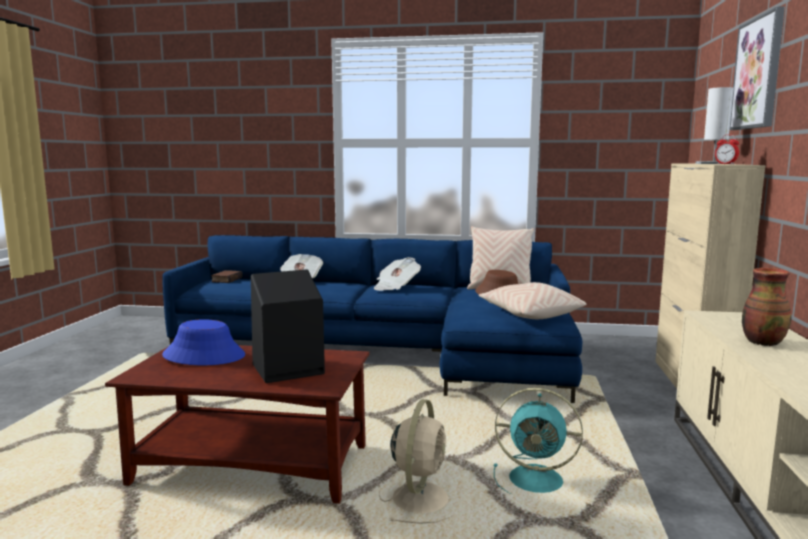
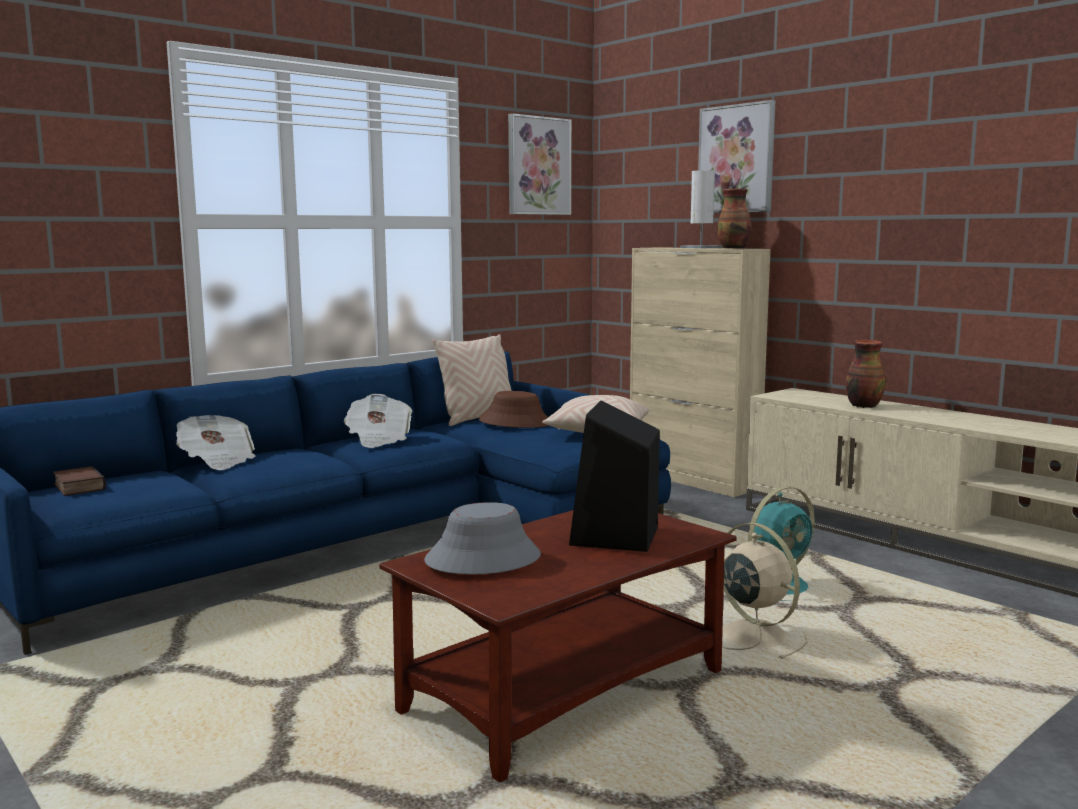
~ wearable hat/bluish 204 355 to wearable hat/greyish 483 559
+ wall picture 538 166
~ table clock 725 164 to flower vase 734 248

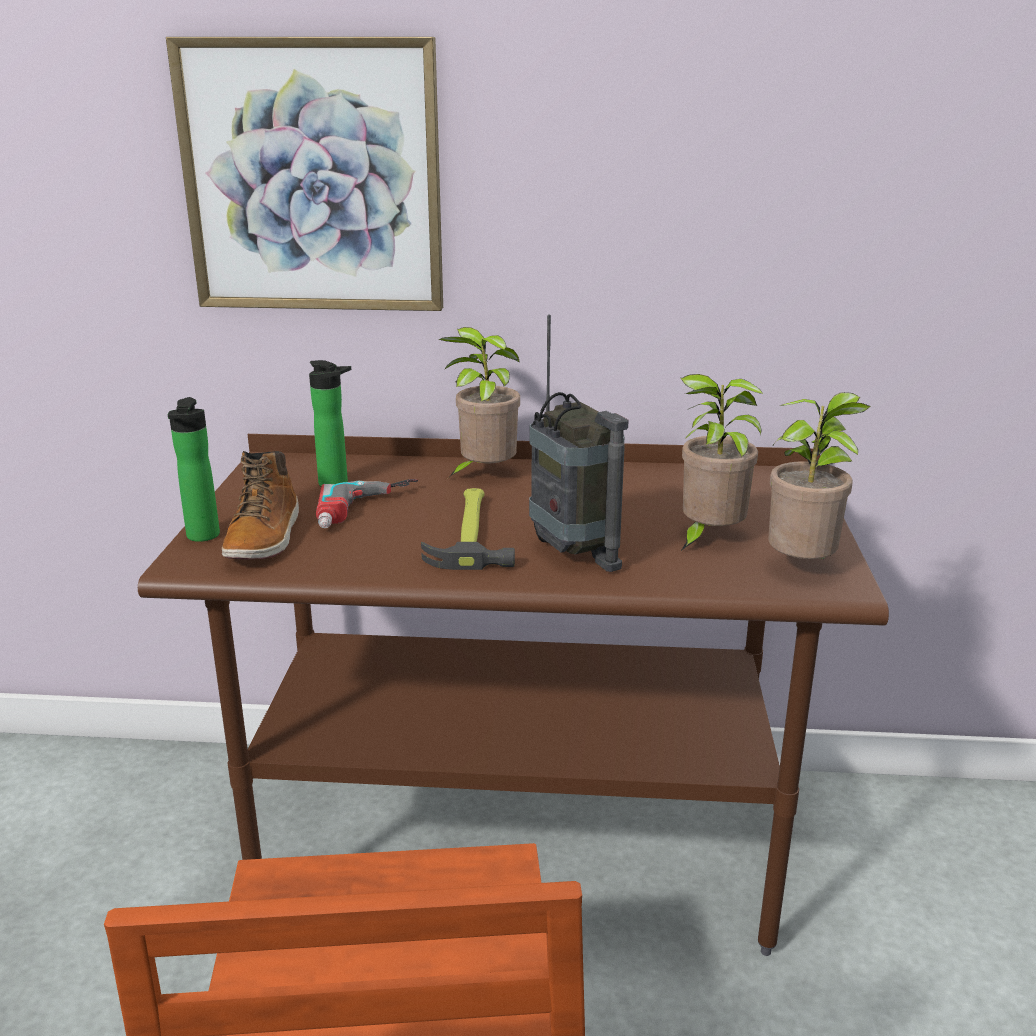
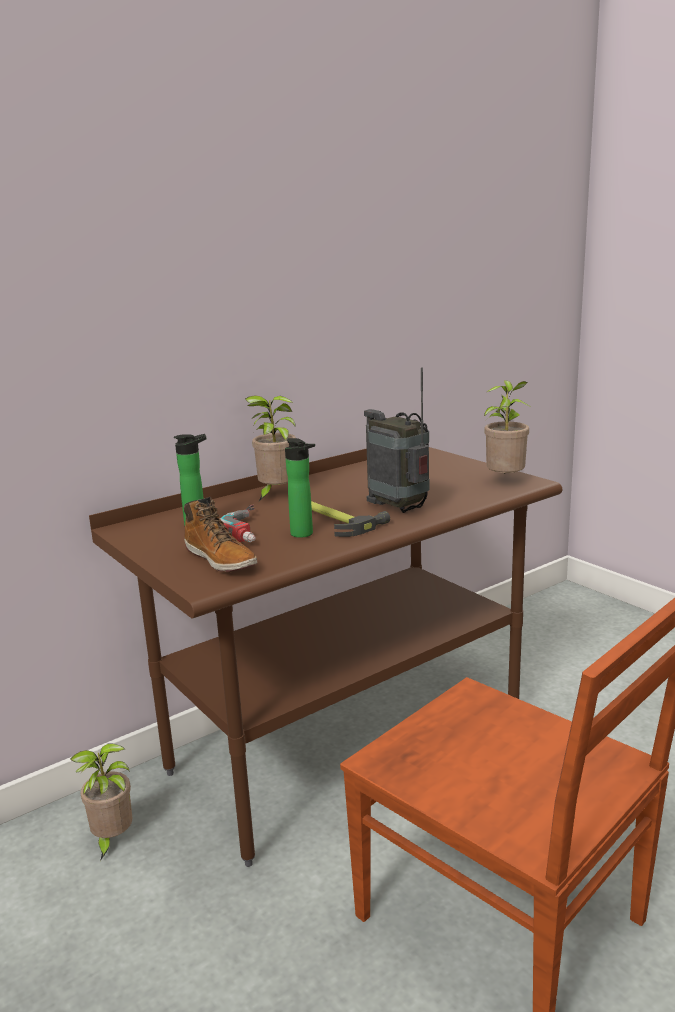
~ houseplant 708 539 to 111 840
~ beverage bottle 202 537 to 304 534
~ radio receiver 573 551 = 399 508 150 degrees counterclockwise
- wall picture 313 178

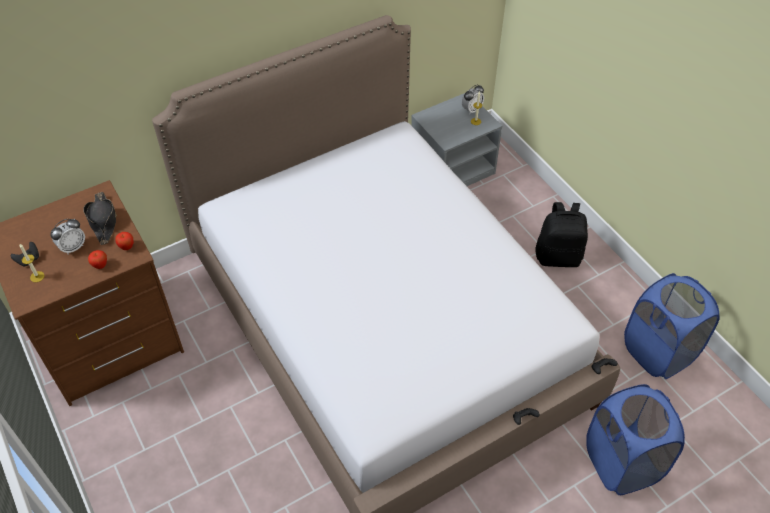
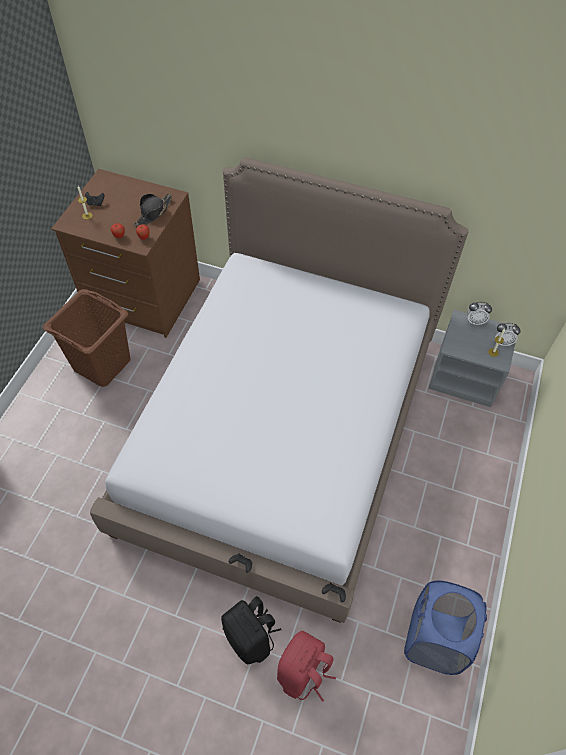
+ laundry basket/brown-coloured 101 364
~ rucksack/blackish 558 256 to 251 637
~ laundry basket/bluish 622 463 to rucksack/reddish 303 672
~ table clock 73 247 to 475 321

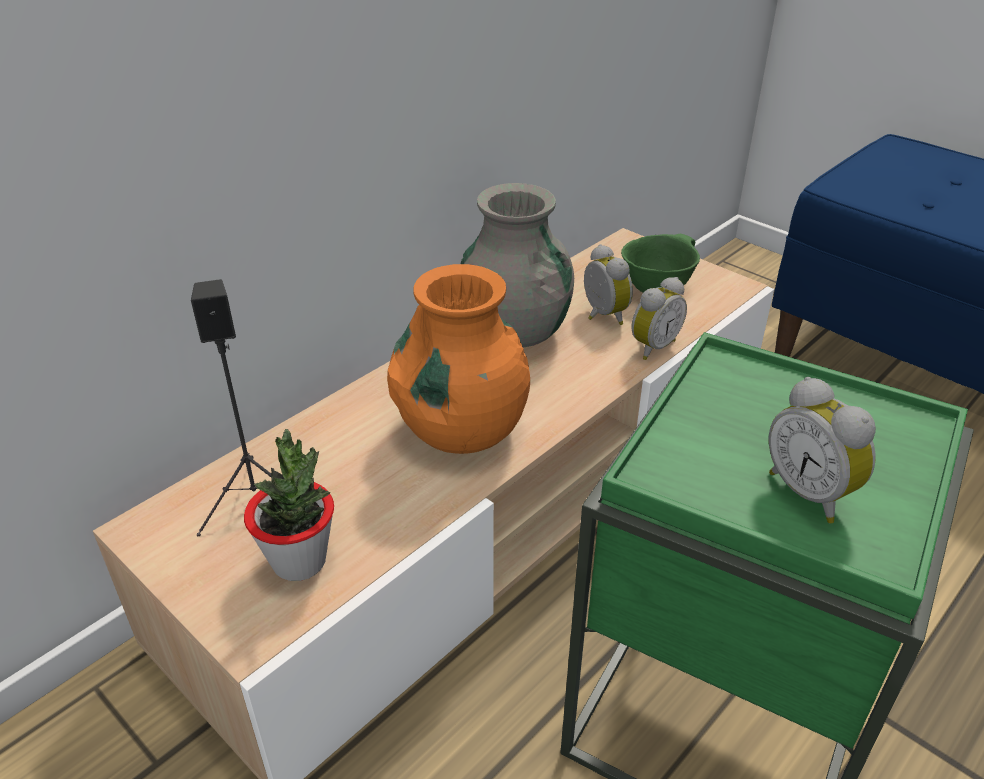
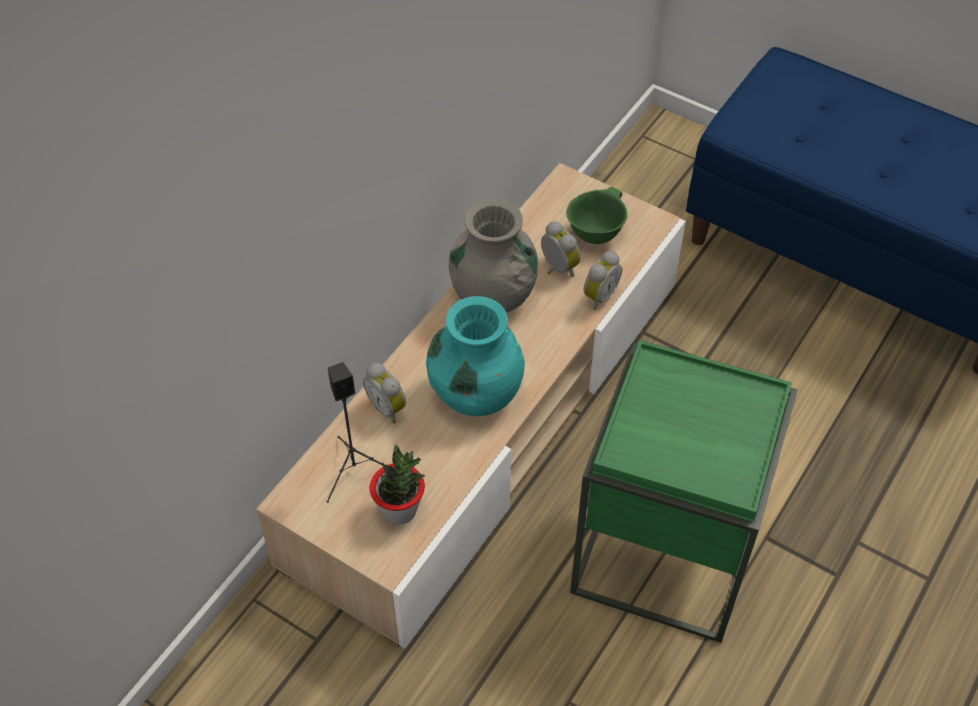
~ table clock 811 492 to 388 407
~ flower vase/orangey 462 429 to flower vase/blue-green 477 392

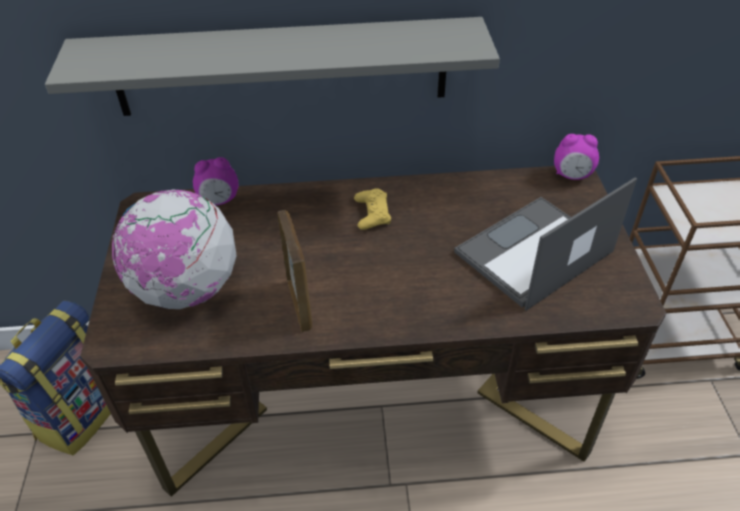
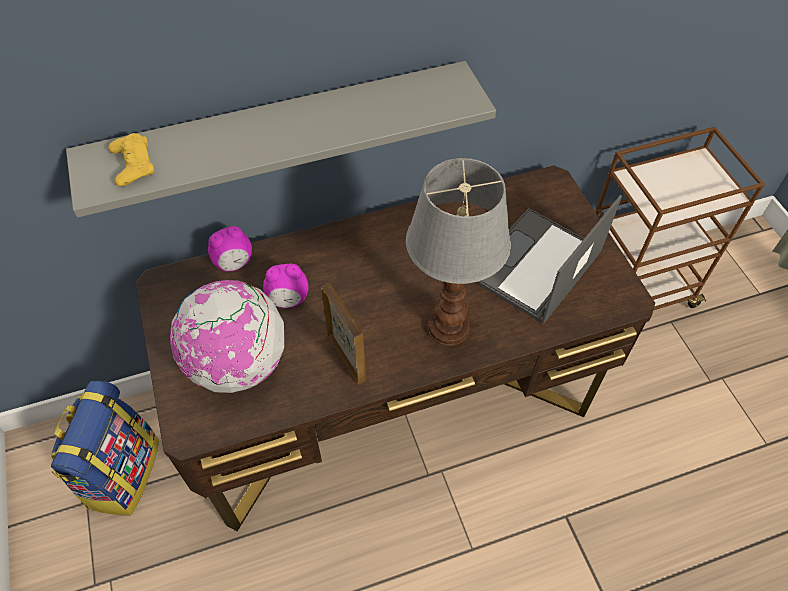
~ gamepad/yellow 372 213 to 133 164
~ table clock 572 176 to 288 299
+ table lamp 447 329

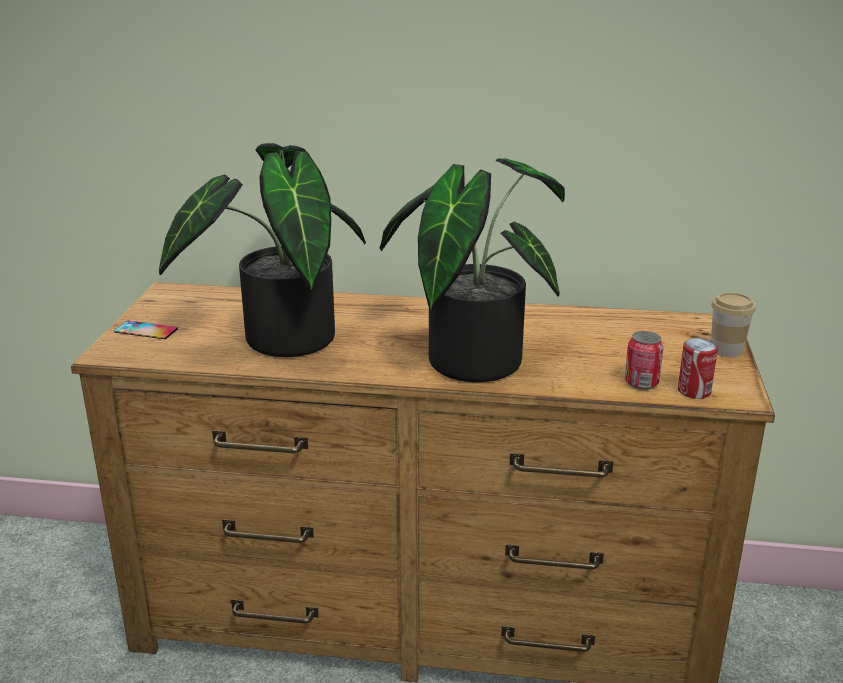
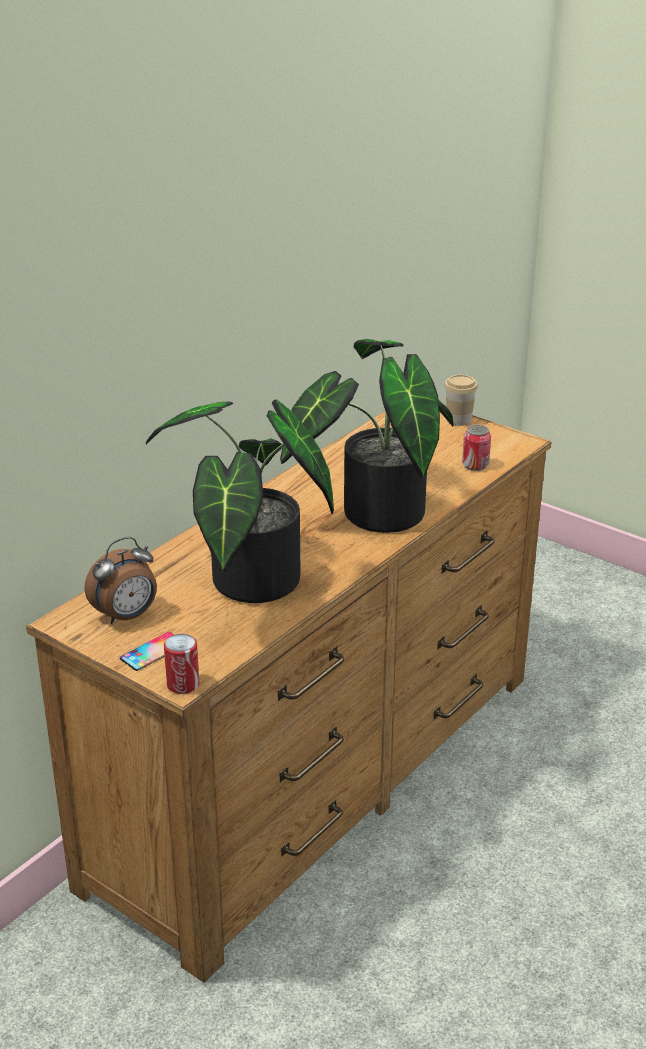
+ table clock 126 616
~ sealed can 694 391 to 183 684

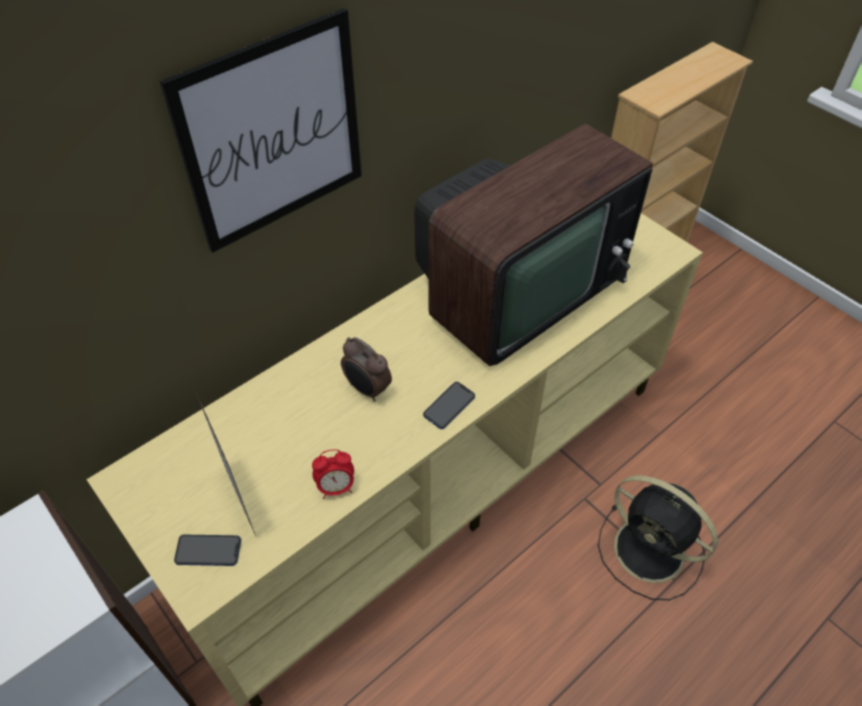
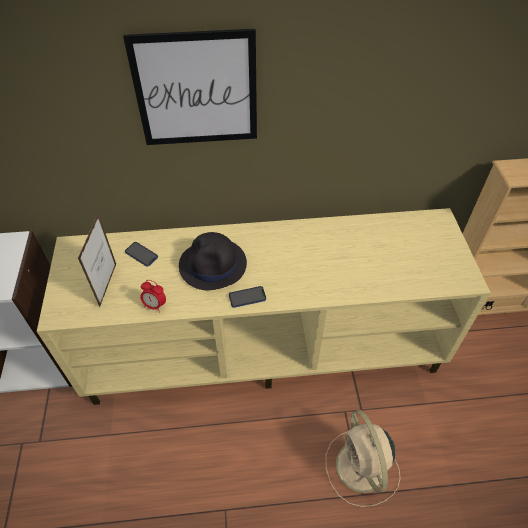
~ telephone 208 551 to 141 254
~ table clock 367 390 to wearable hat/blackish 213 265
~ electric fan/blackish 652 552 to electric fan/sand-coloured 361 469
- TV set 518 291

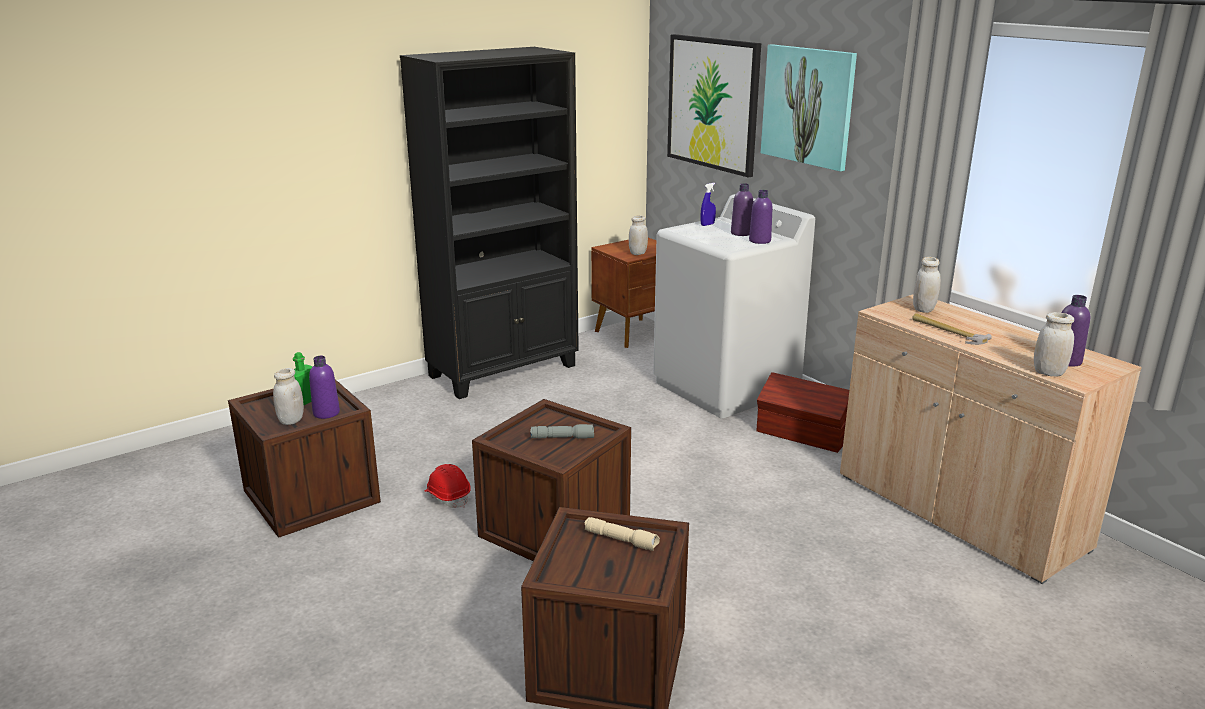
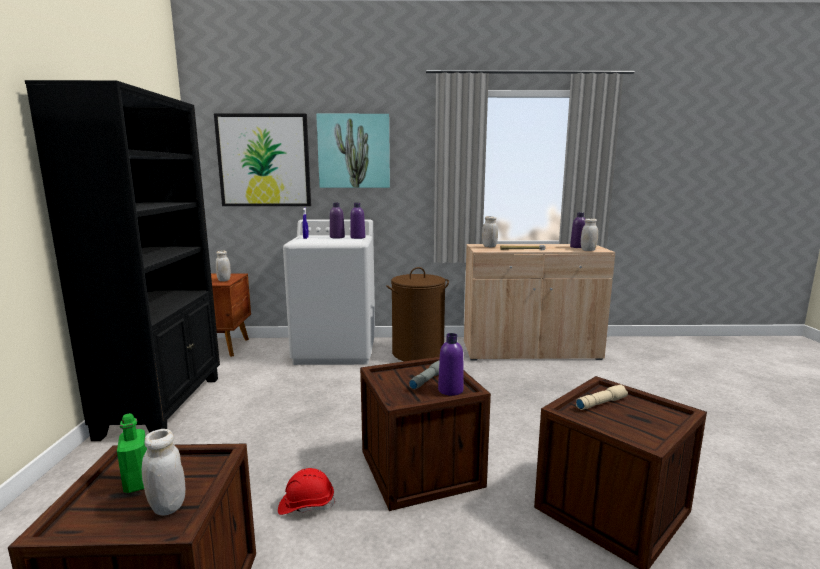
~ storage box/brown-coloured 803 434 to laundry basket/brown-coloured 418 353
~ beverage bottle/purple 326 413 to 450 390

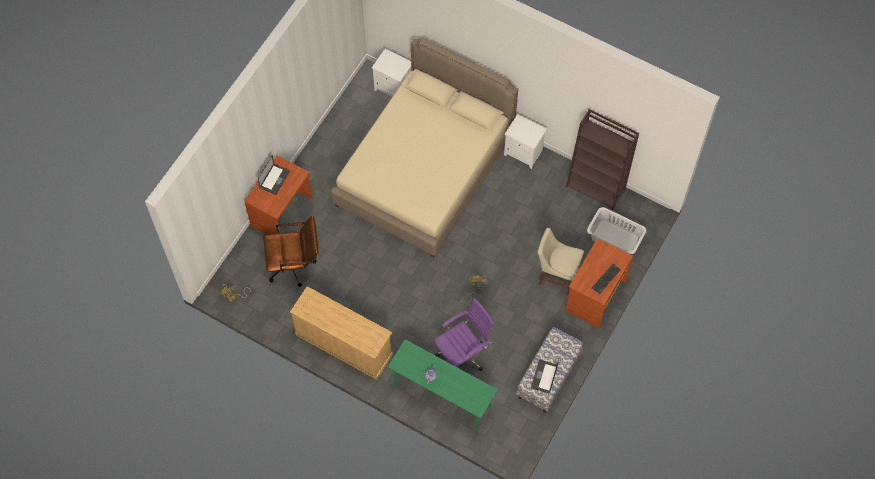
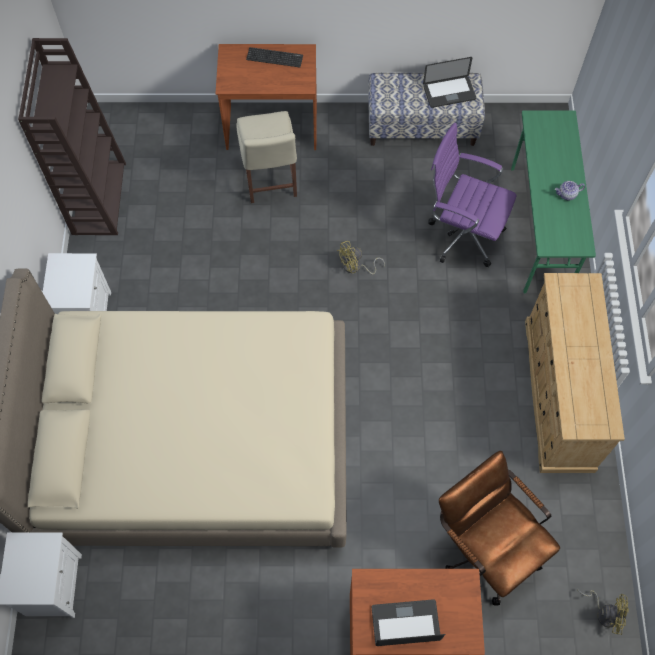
- laundry basket/greyish 614 238

